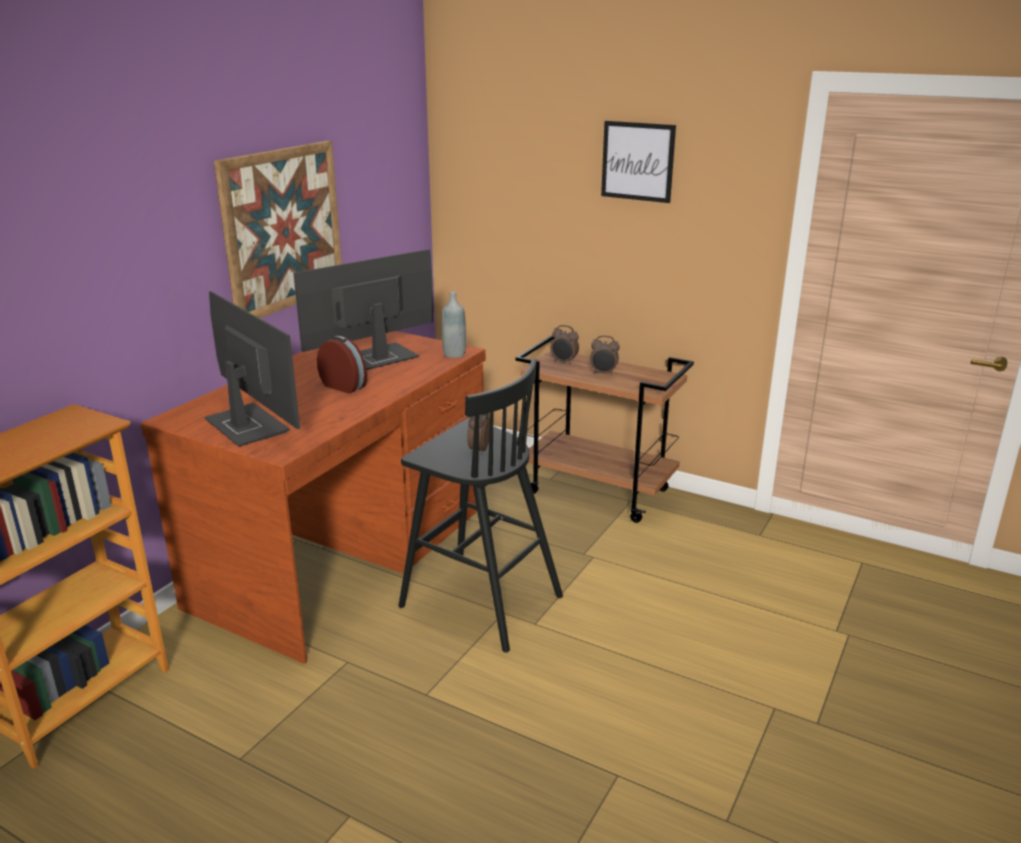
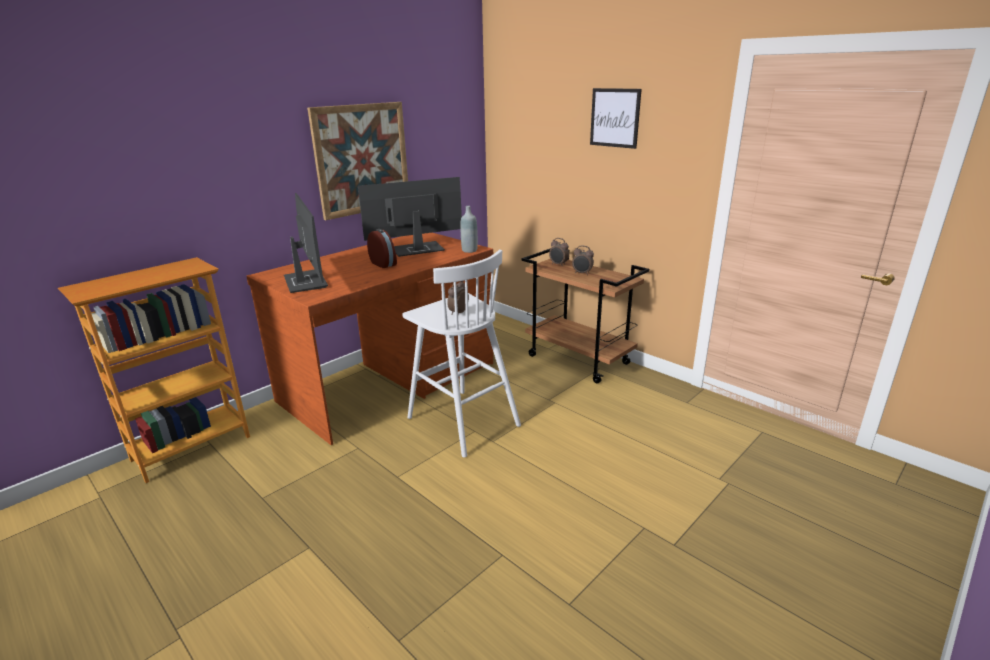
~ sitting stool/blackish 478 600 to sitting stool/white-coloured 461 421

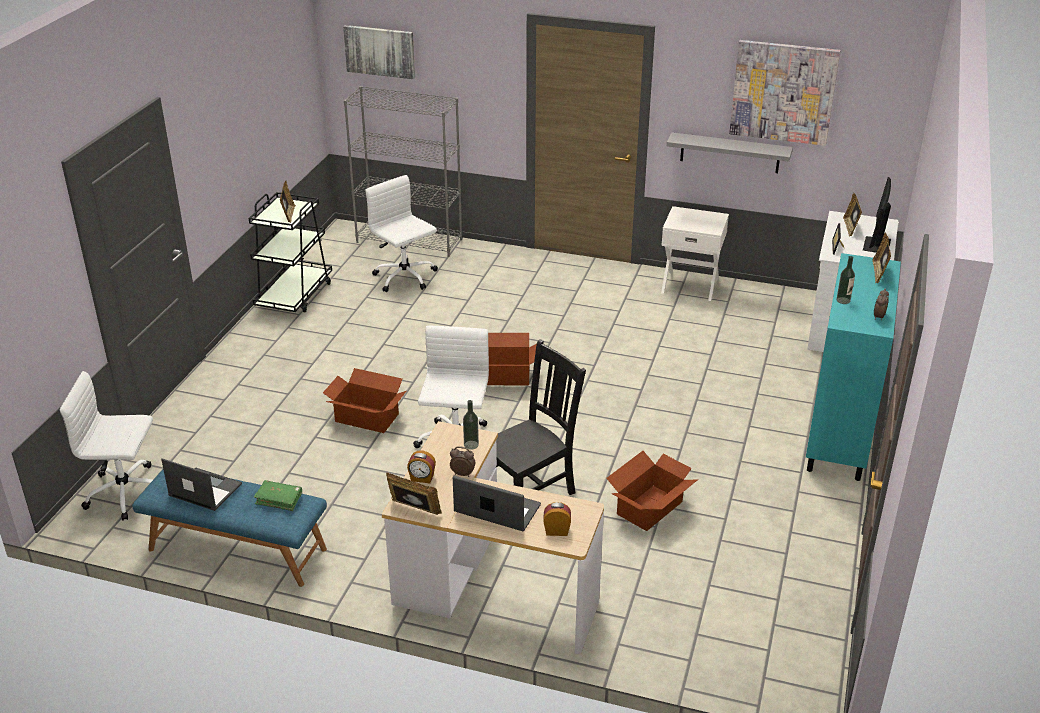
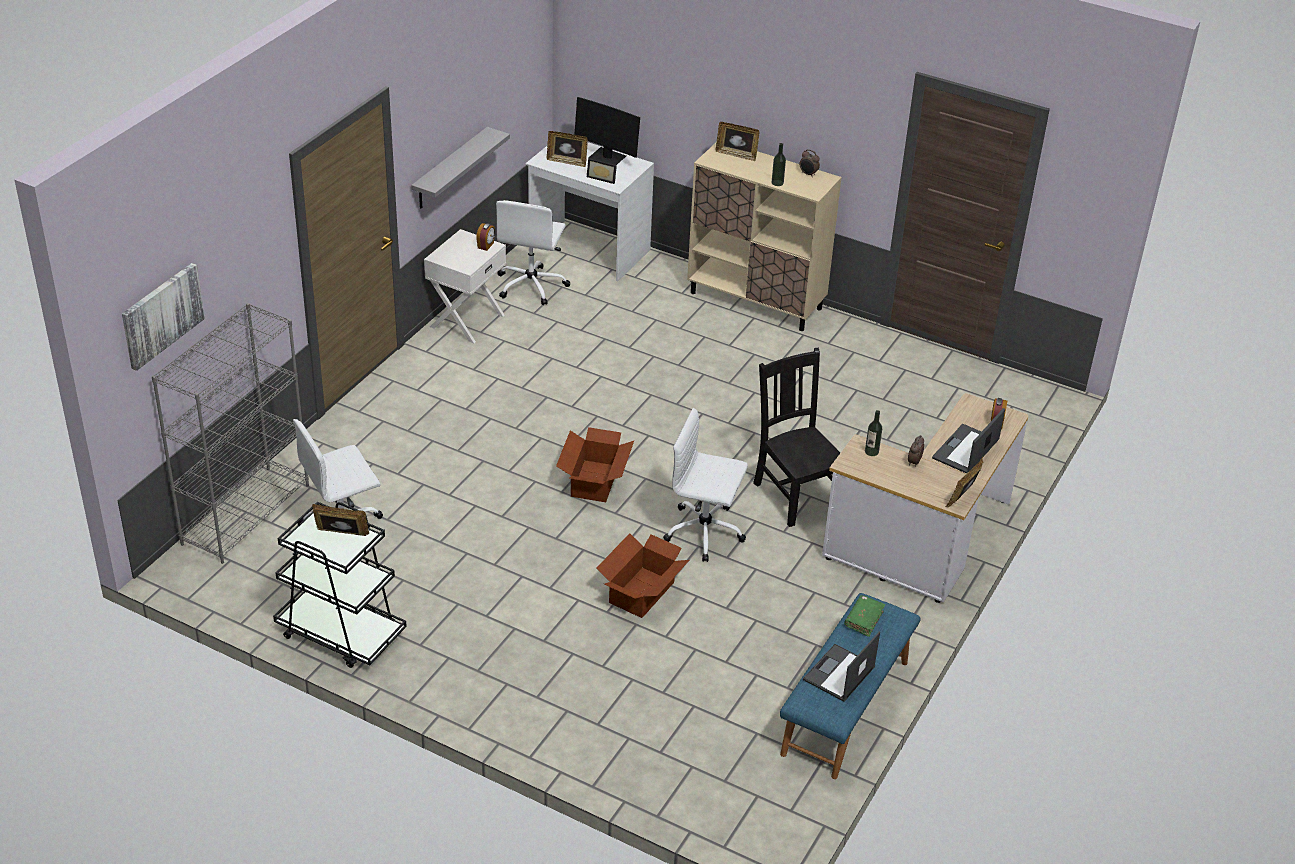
~ table clock 422 478 to 486 245
~ desk chair/white-coloured 126 492 to 531 285
~ cabinet/blue-green 839 435 to cabinet/sand-coloured 756 301
- packing box 650 508
- wall picture 783 92

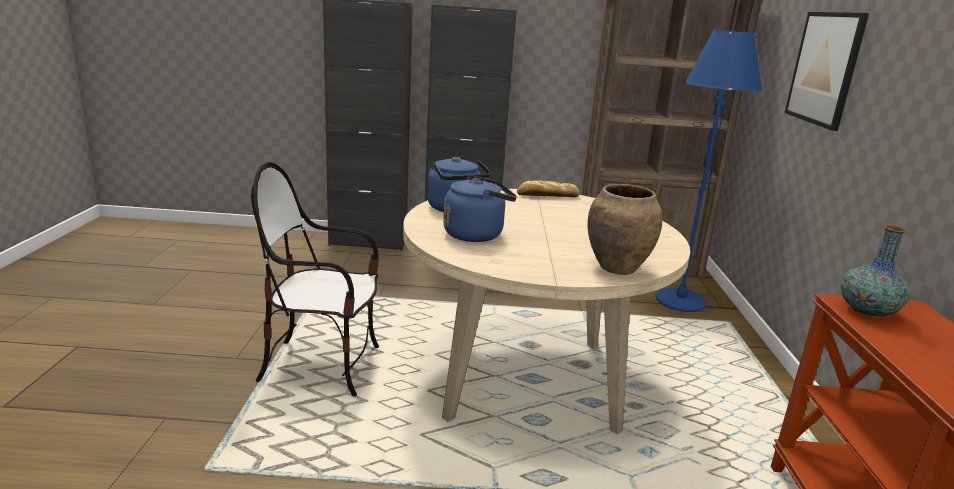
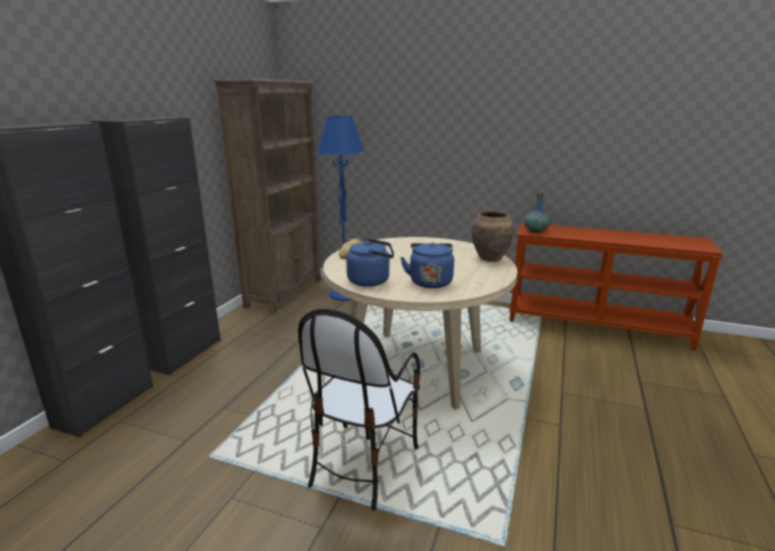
- wall picture 825 68

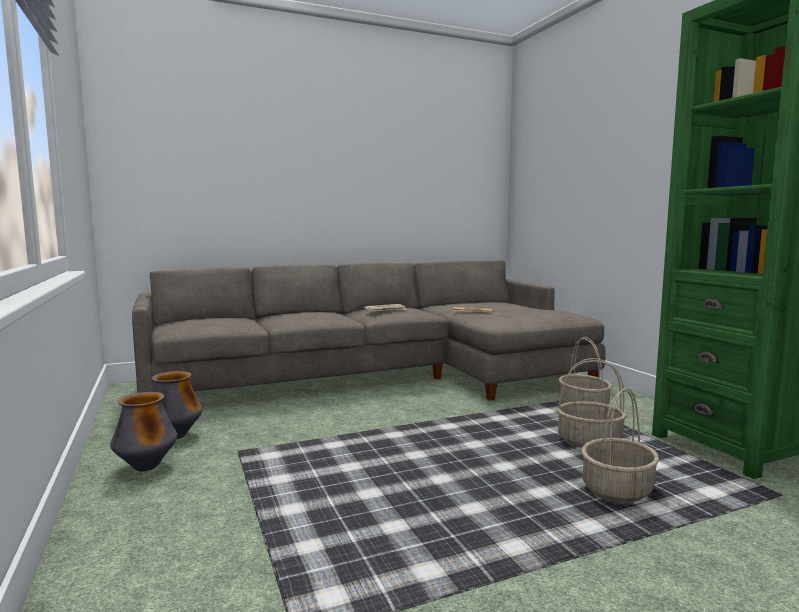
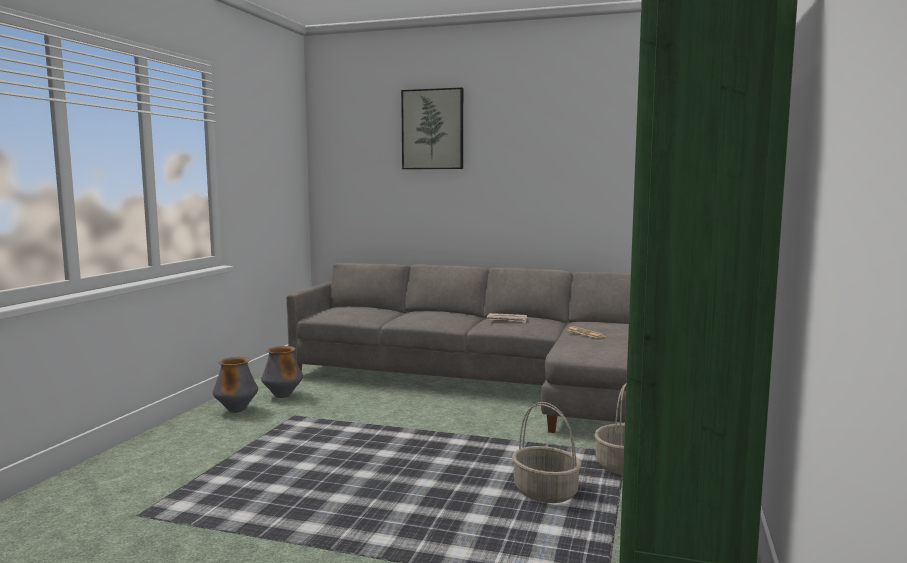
+ wall picture 433 129
- basket 617 490

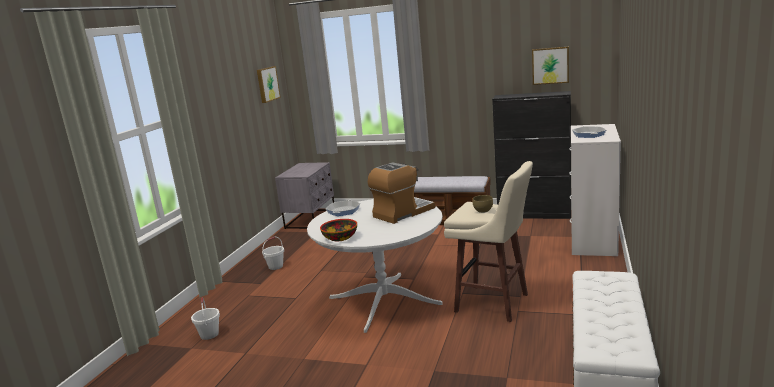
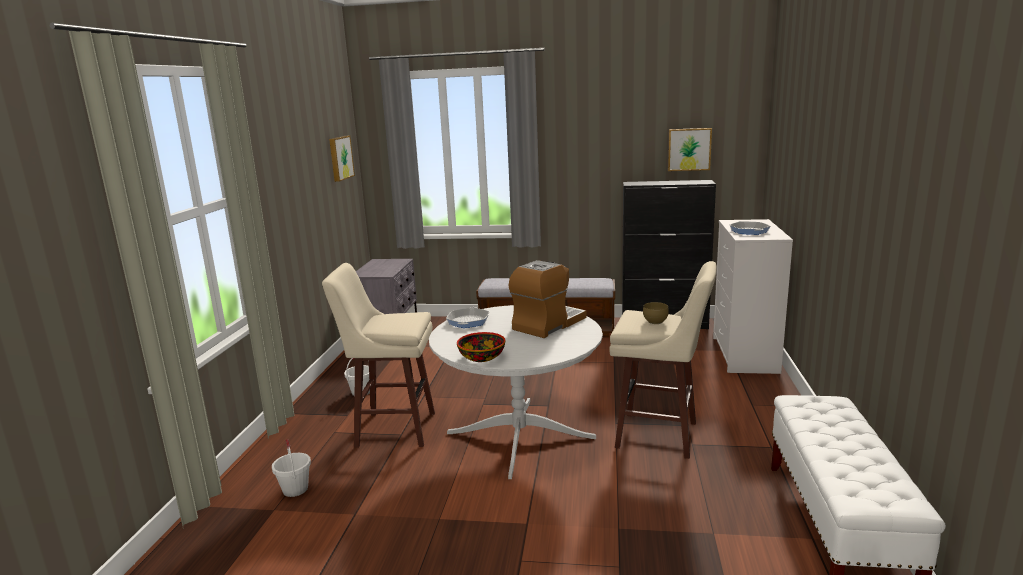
+ sitting stool/sand-coloured 393 429

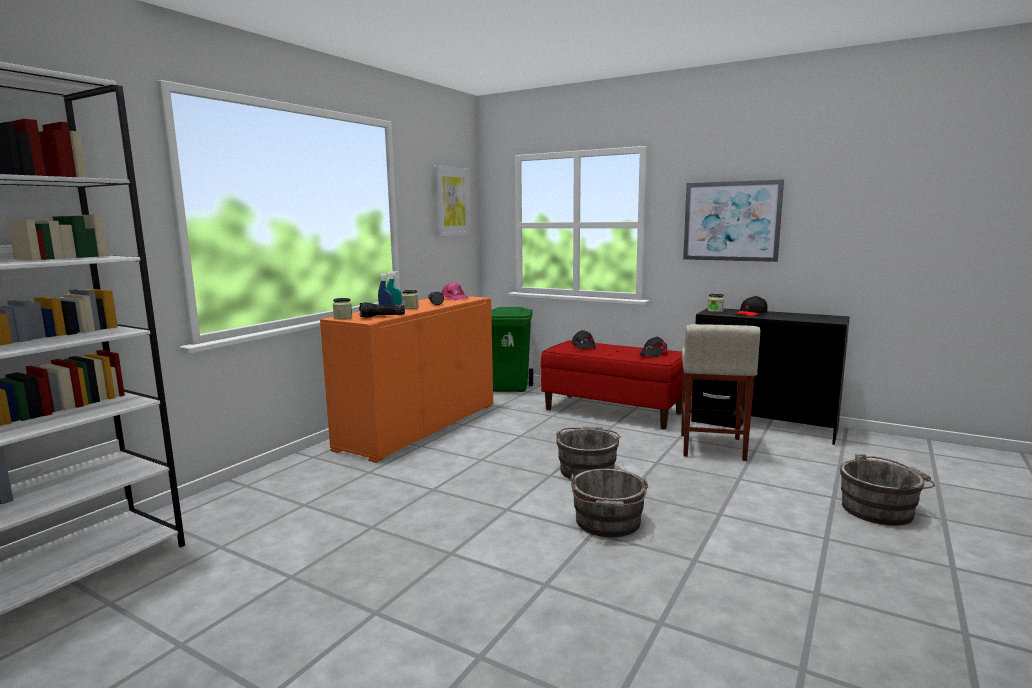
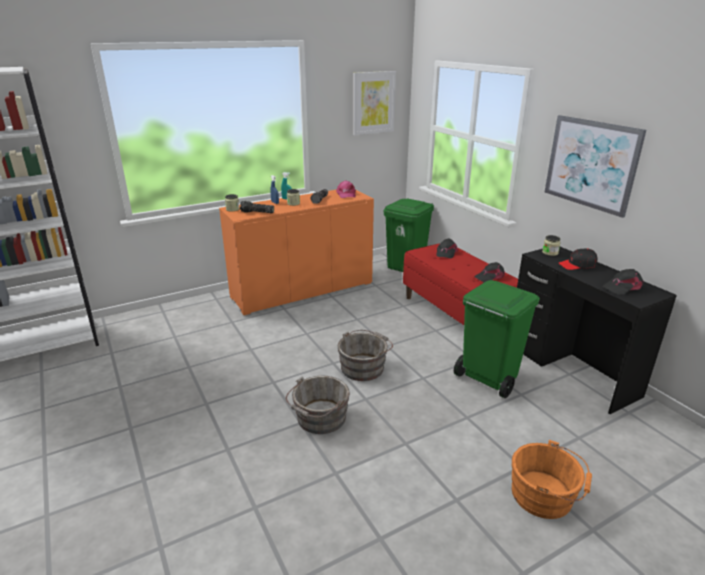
~ sitting stool/sand-coloured 712 447 to rubbish bin/greenish 488 378
~ water bucket/greyish 881 510 to water bucket/orangey 545 496
+ peaked cap/blackish 622 287

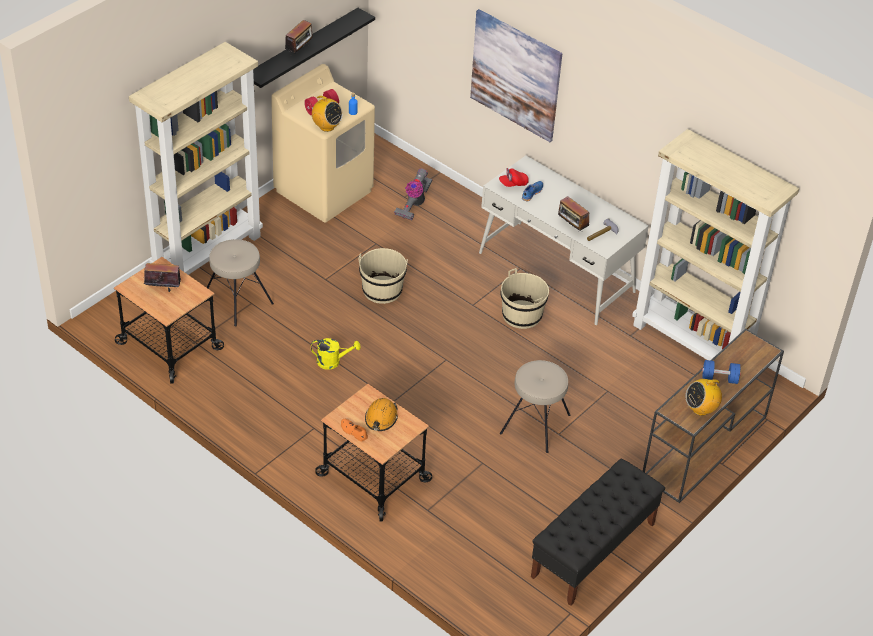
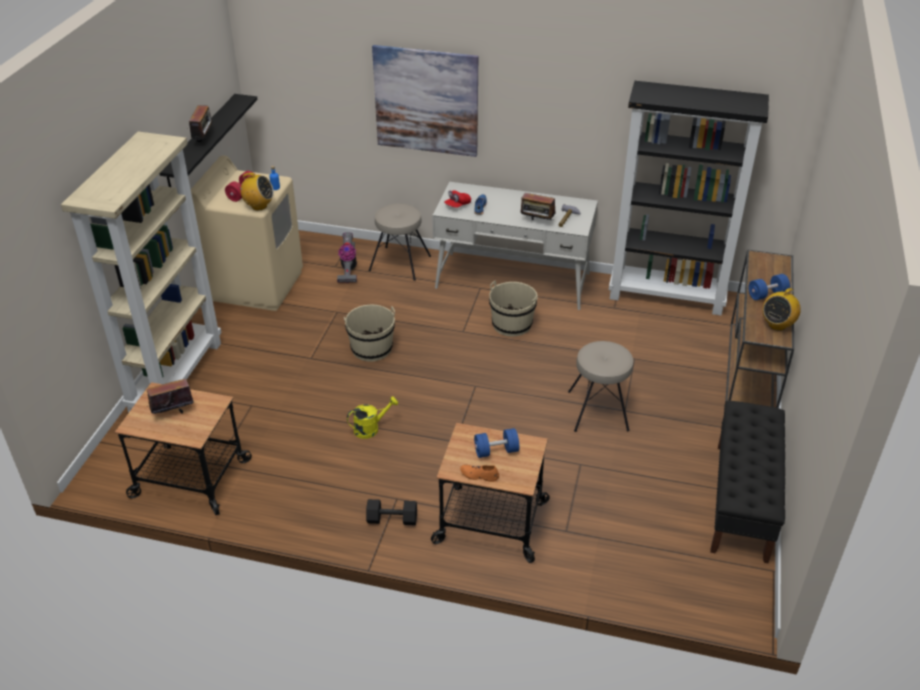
+ dumbbell/blackish 391 520
~ sitting stool/sand-coloured 237 301 to 400 264
~ safety helmet/orangey 381 419 to dumbbell/bluish 496 451
~ bookshelf/sand-coloured 692 343 to bookshelf/blackish 667 296

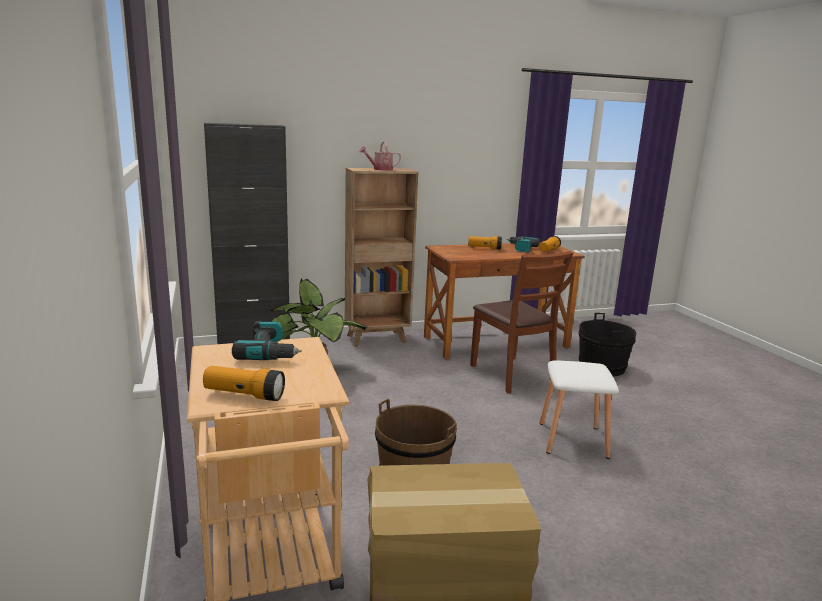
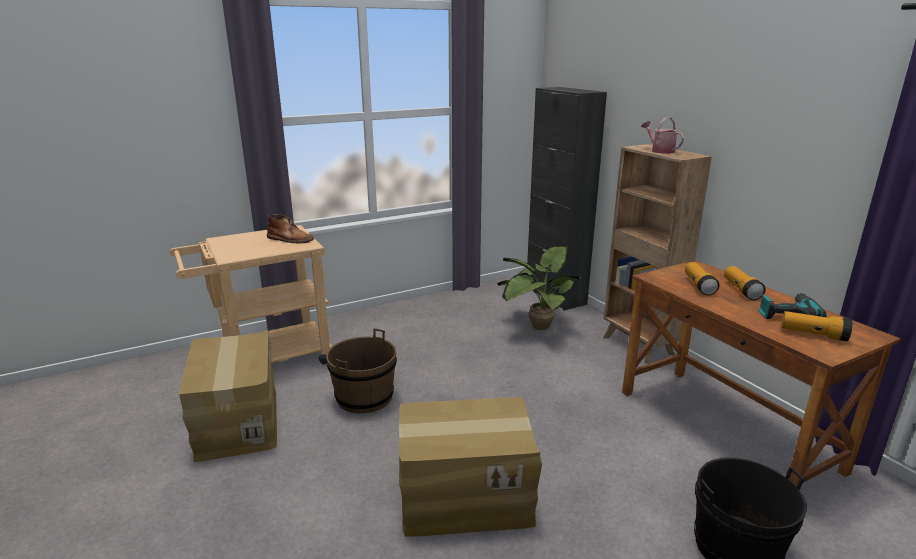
~ power drill 269 352 to high-top boot/brown-coloured 290 239
~ sitting stool/white-coloured 571 439 to packing box 465 496
~ flashlight 244 395 to 699 286
- chair/brown-coloured 512 375

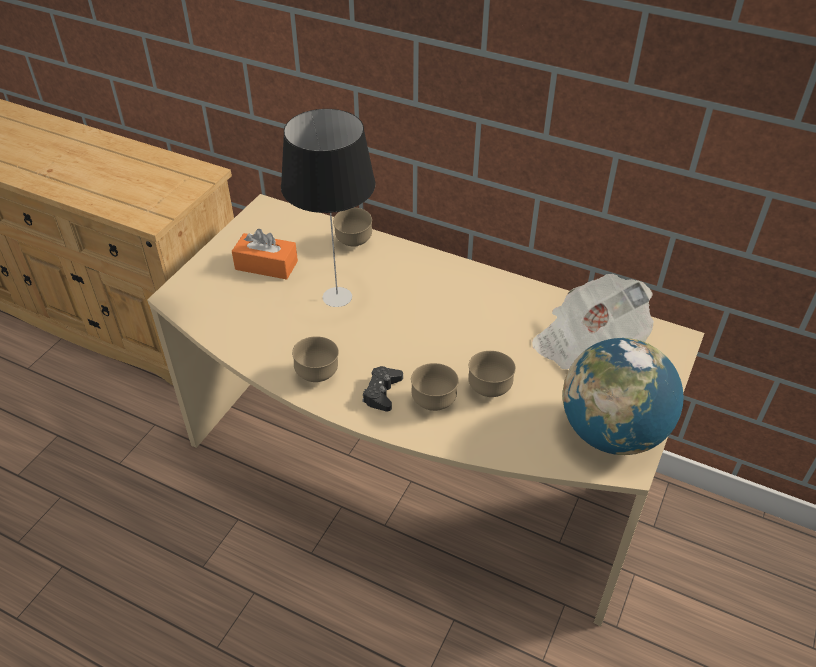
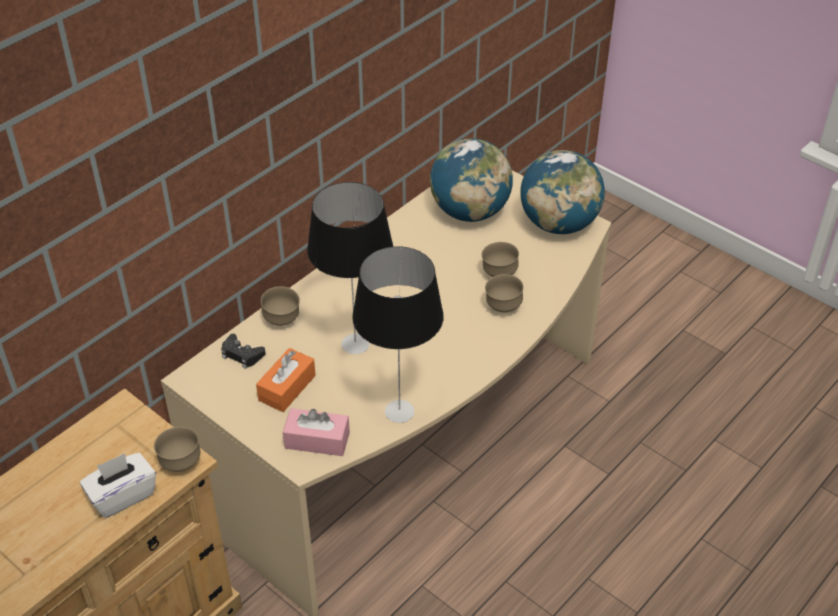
+ tissue holder/white-coloured 122 495
~ bowl/brown-coloured 318 375 to 180 463
~ gamepad/blackish 382 392 to 242 355
+ tissue holder/pink-coloured 317 440
+ table lamp 399 410
~ daily paper 587 345 to world globe 470 211

